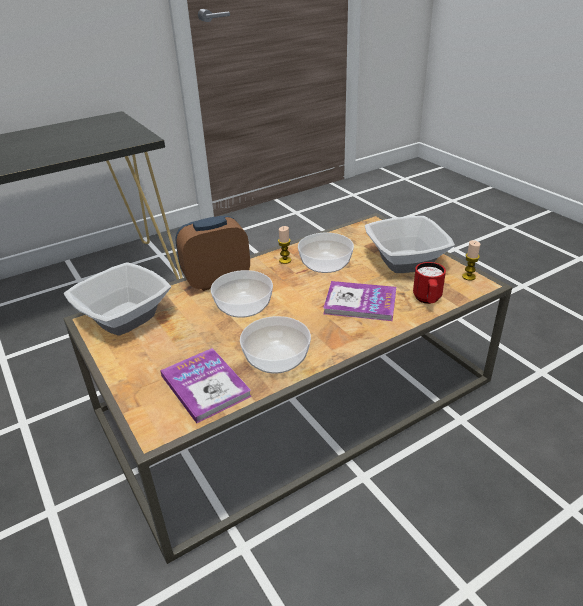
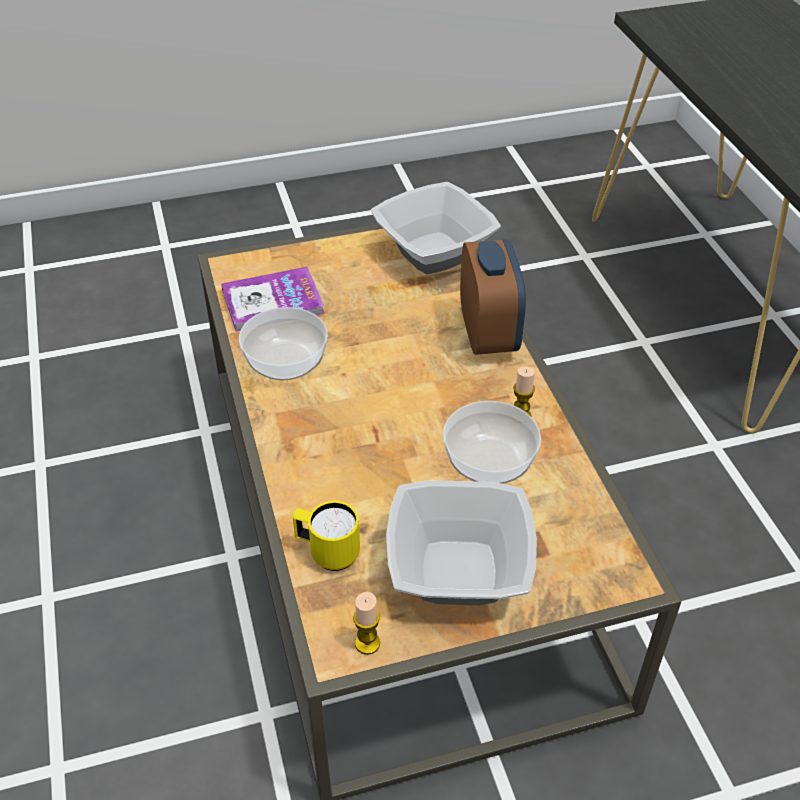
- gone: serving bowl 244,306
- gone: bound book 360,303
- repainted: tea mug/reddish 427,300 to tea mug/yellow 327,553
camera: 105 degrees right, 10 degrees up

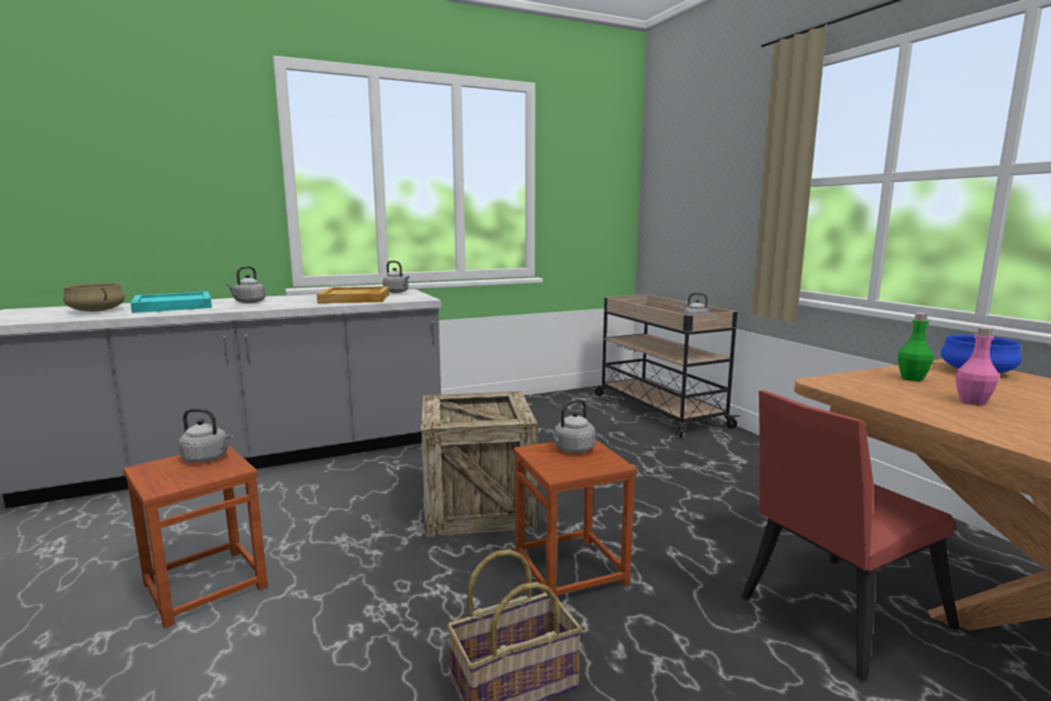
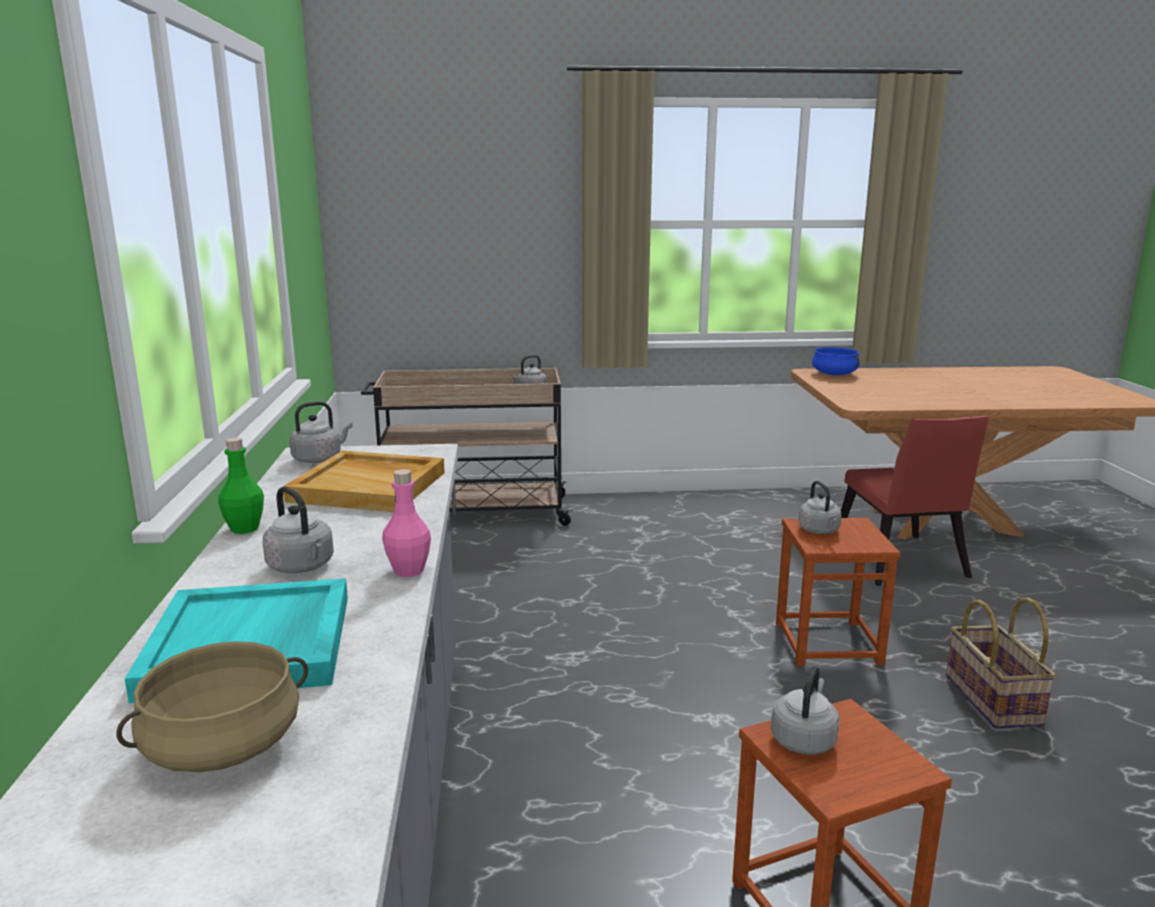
- gone: crate 478,506
- shifted: bottle/green 912,378 to 245,529
- shifted: bottle/pinkish 972,401 to 408,570
camera: 70 degrees left, 5 degrees up

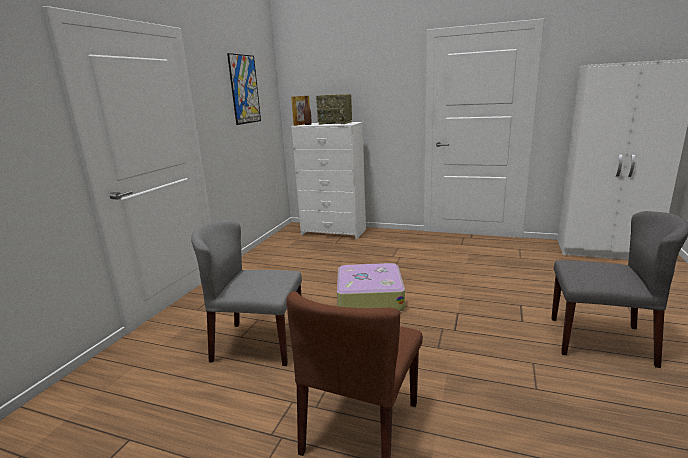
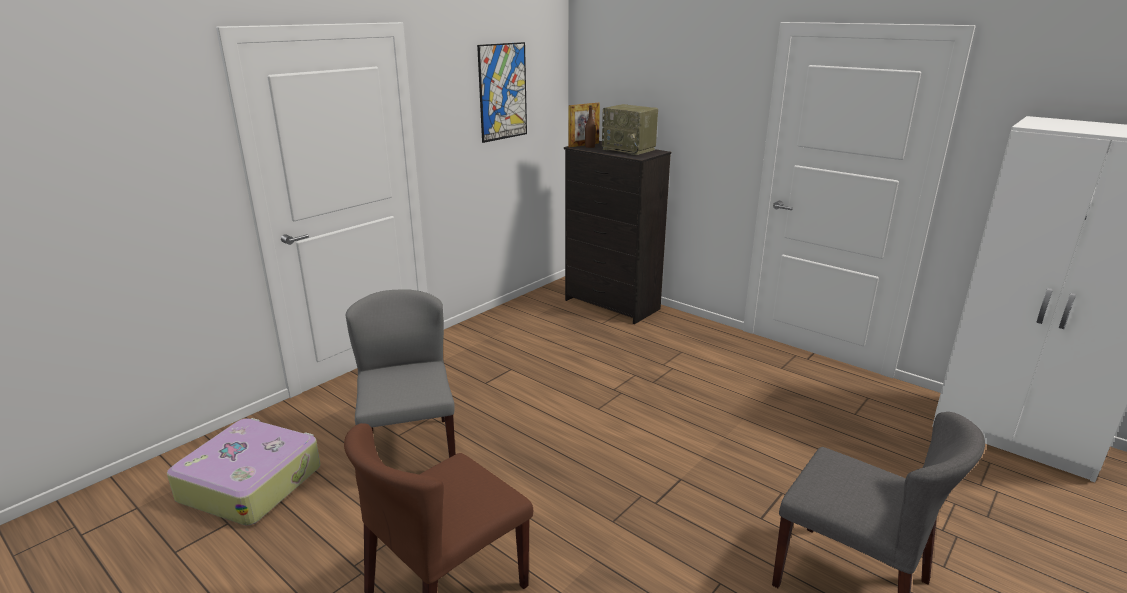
- shifted: travel case 369,297 to 251,482
- repainted: dresser/whitish 334,232 to dresser/black-coloured 612,305
- rotated: plain chair/gray 257,344 = 410,450 45 degrees clockwise
camera: 20 degrees right, 5 degrees up

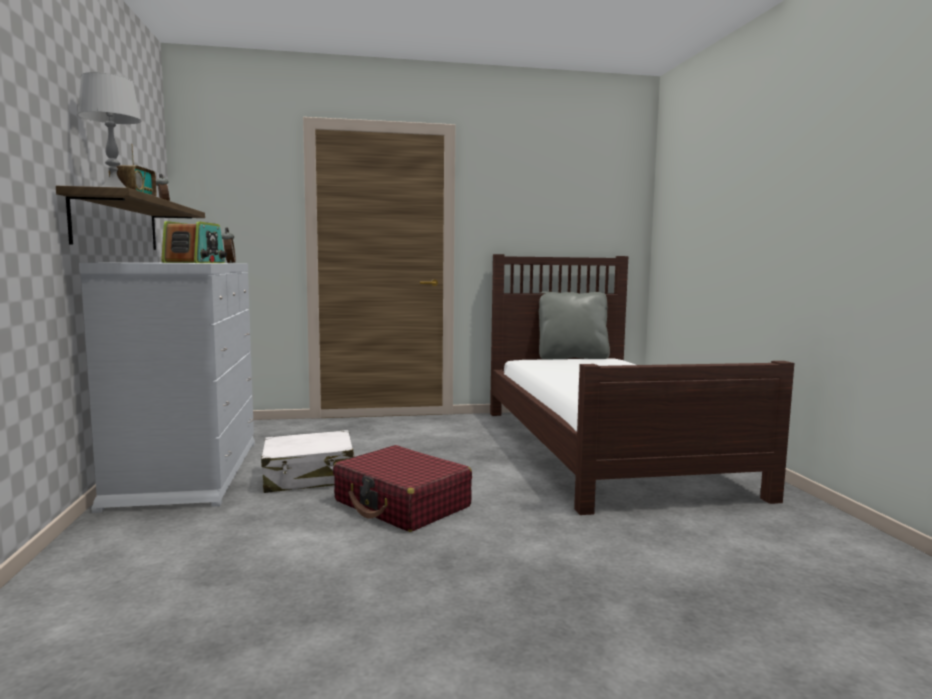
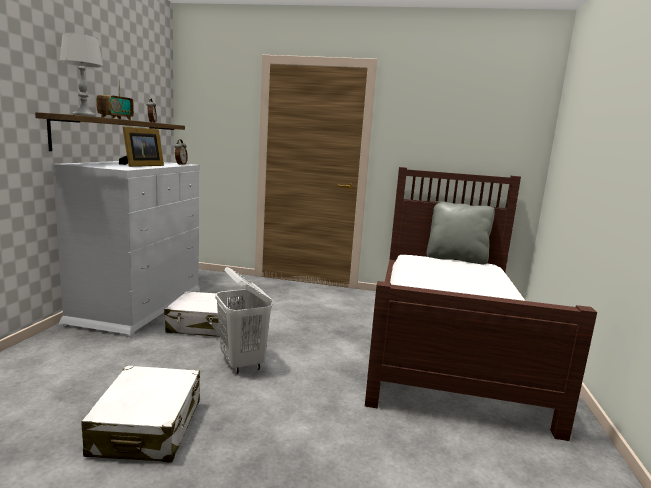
- new: travel case/whitish 148,427
- swapped: radio 195,263 to picture frame 141,165
- swapped: travel case/reddish 402,504 to hamper/whitish 242,363
camera: 20 degrees right, 5 degrees up

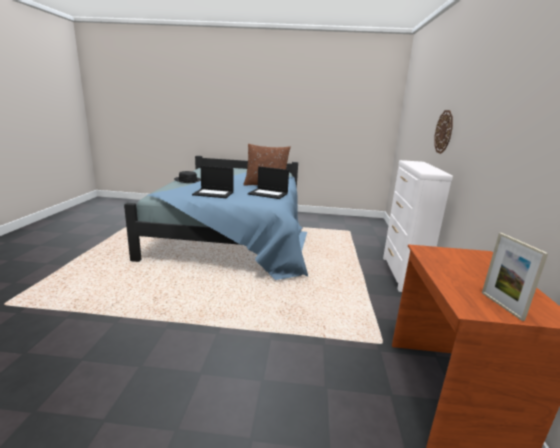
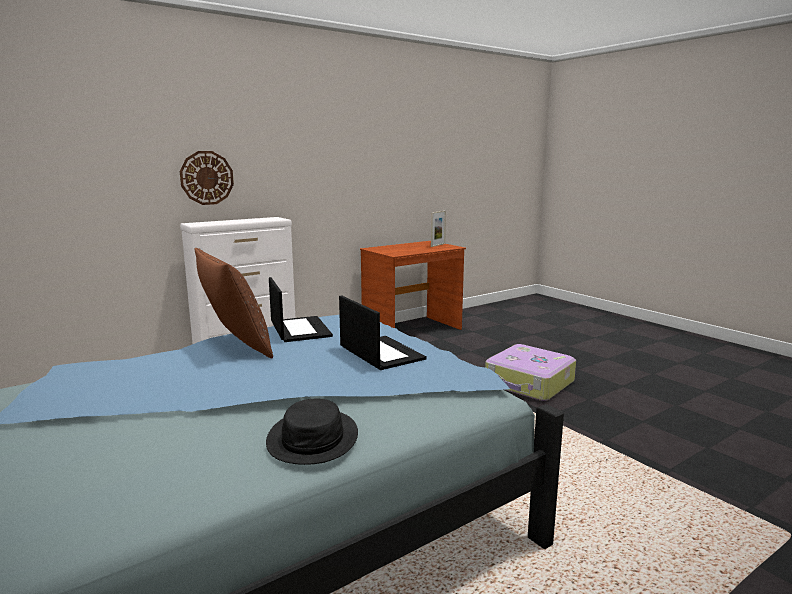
- new: travel case 529,383
camera: 130 degrees left, 5 degrees down

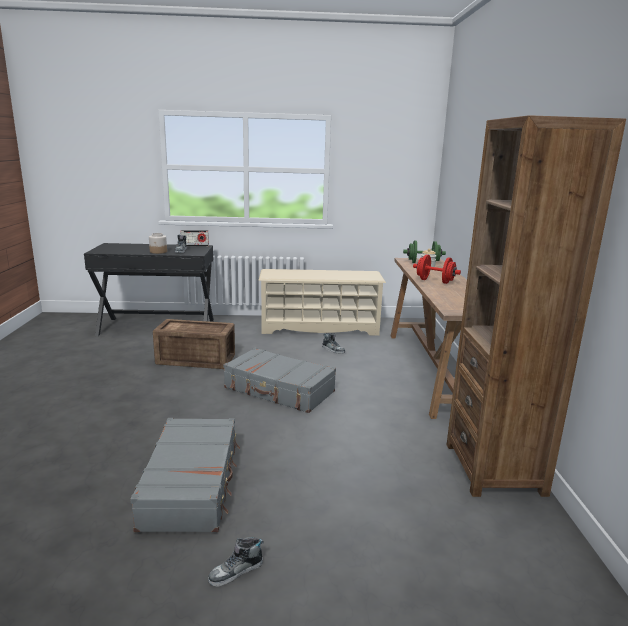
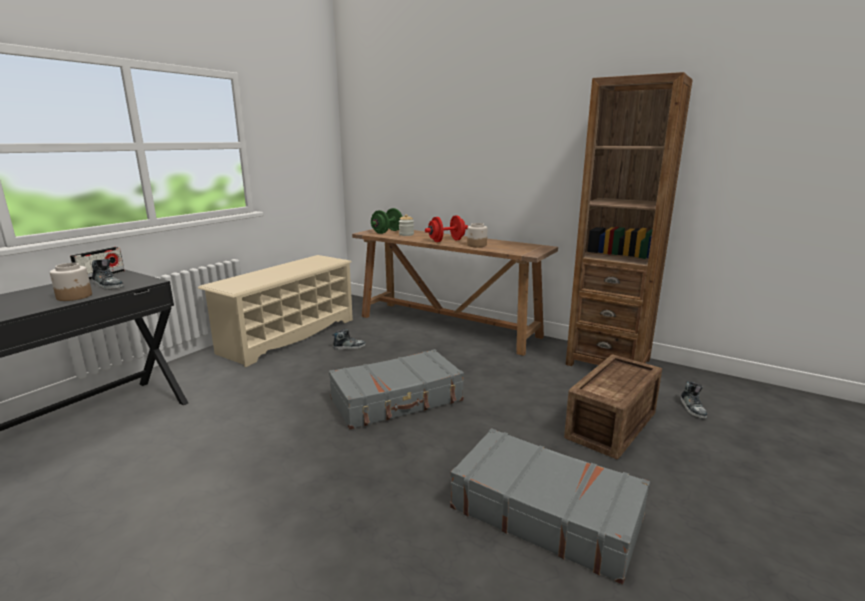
- new: storage jar 476,245
- shifted: crate 196,360 to 613,425
- shifted: item of footwear 236,572 to 692,408
camera: 55 degrees left, 0 degrees up

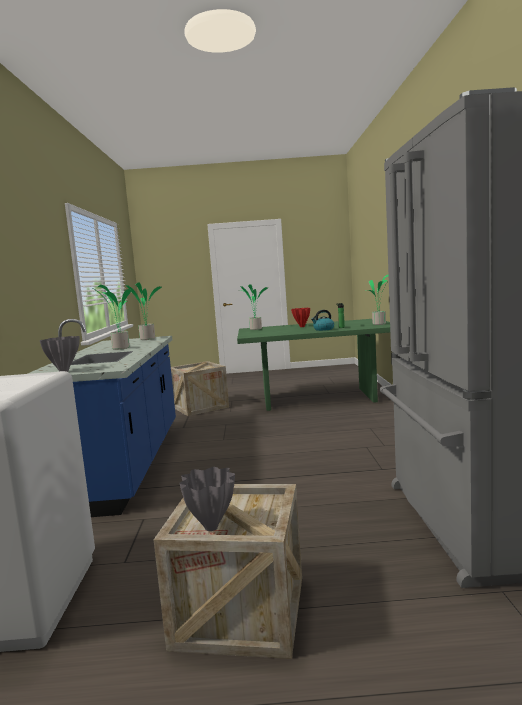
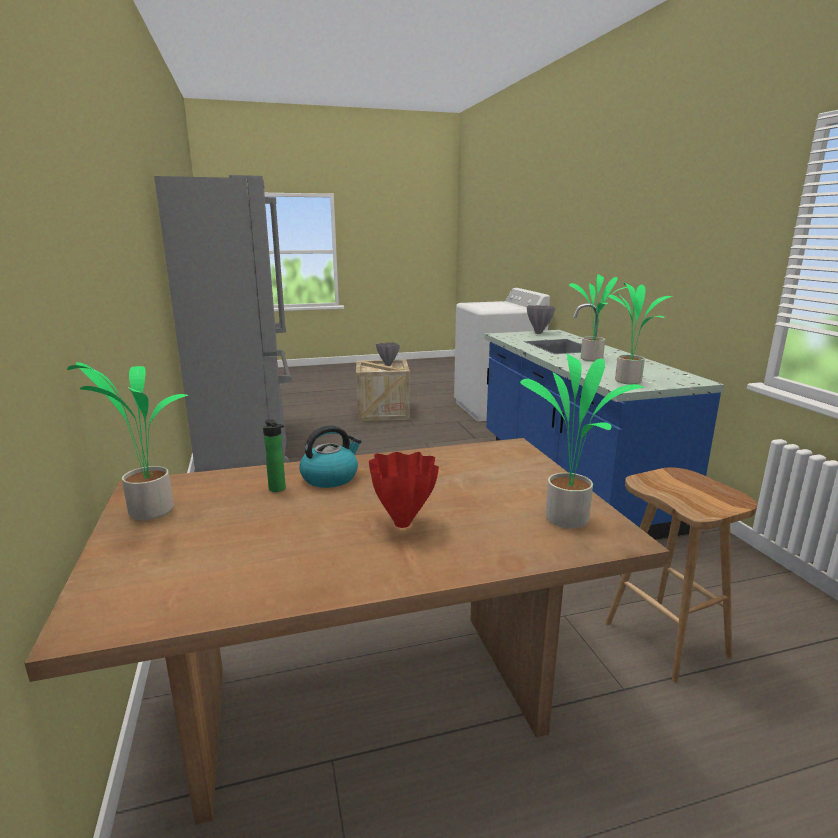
- swapped: crate 200,407 to stool seat/brown 668,640
- repainted: dining table/green 318,398 to dining table/brown 366,702
camera: 165 degrees right, 10 degrees up

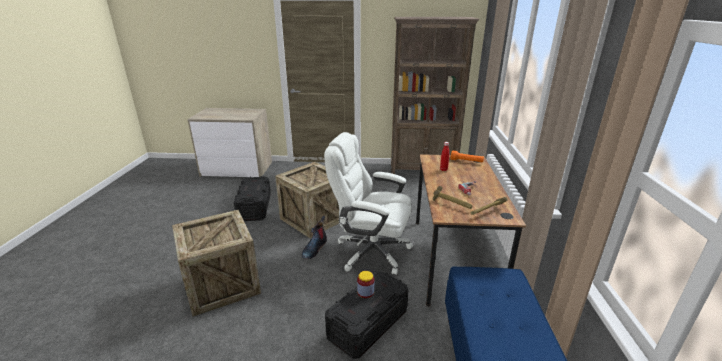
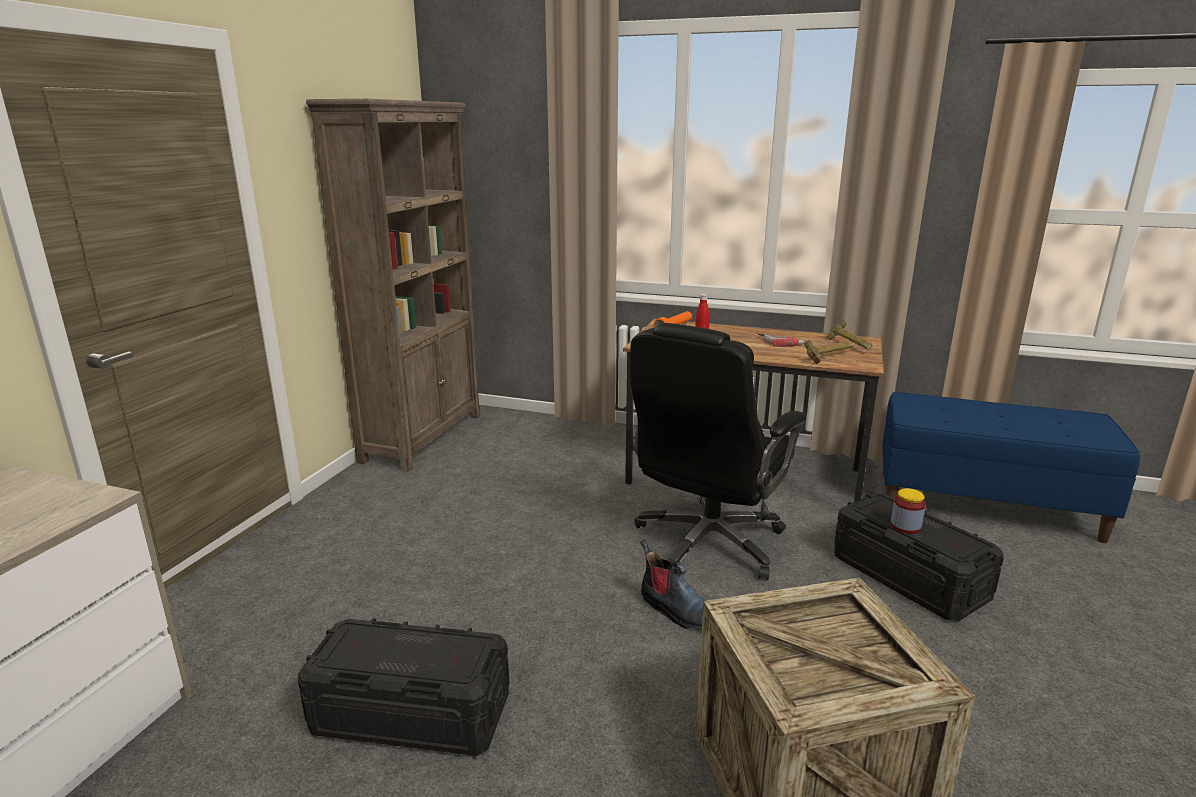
- gone: crate 313,218
- repainted: office chair/whitish 371,251 to office chair/black-coloured 707,543
camera: 75 degrees left, 5 degrees down

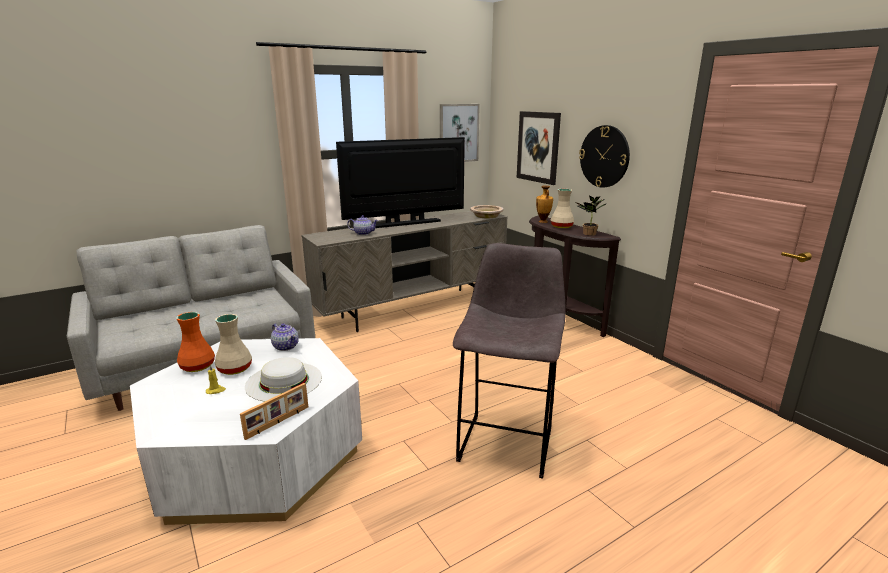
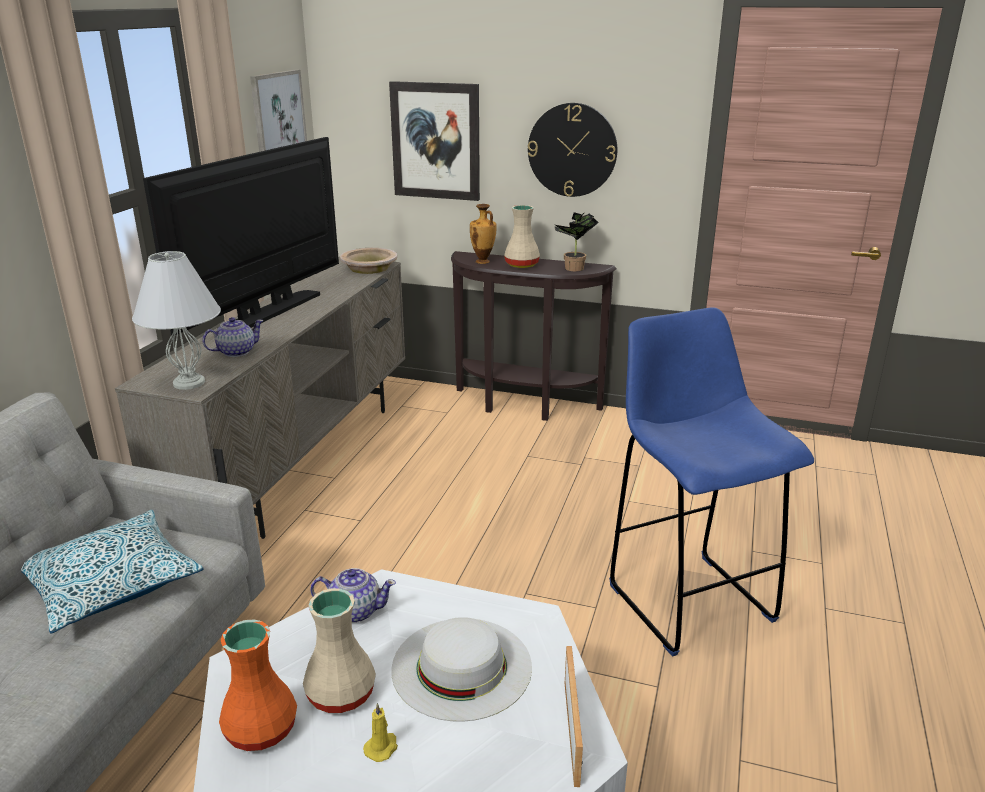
- new: cushion 112,583
- new: tabletop lamp/whitish 188,383
- repainted: stool seat/gray 506,442 to stool seat/blue 687,599
camera: 40 degrees left, 5 degrees up

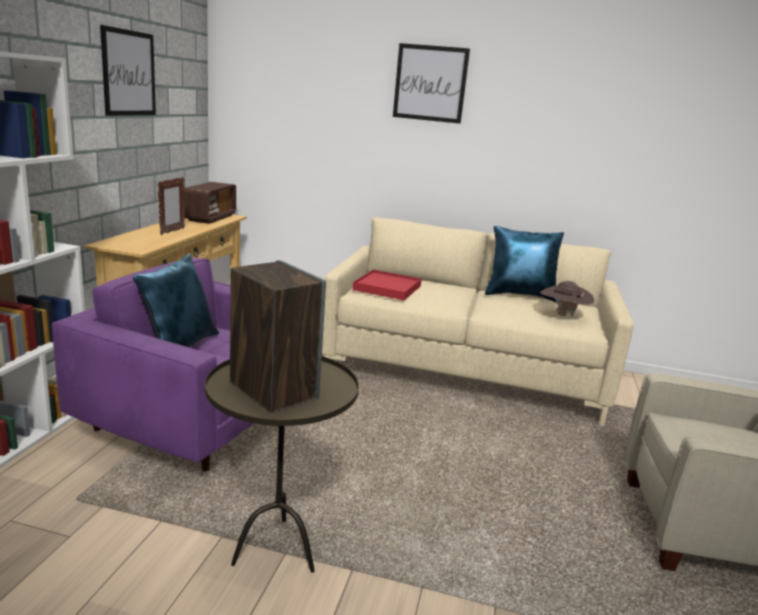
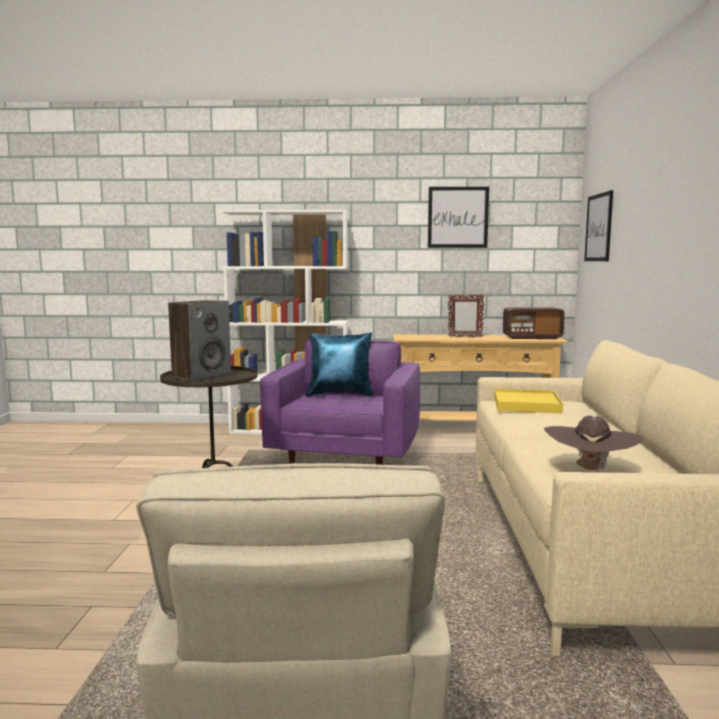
- gone: cushion/blue 520,295
- shifted: wall art 430,83 to 599,227
- repainted: carrying tray/reddish 387,288 to carrying tray/yellow 526,405
camera: 80 degrees right, 10 degrees down

